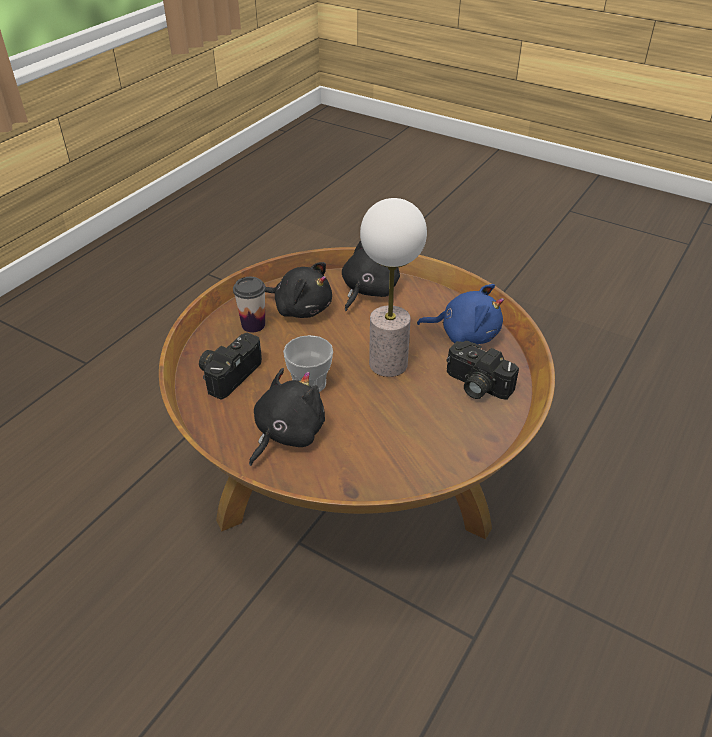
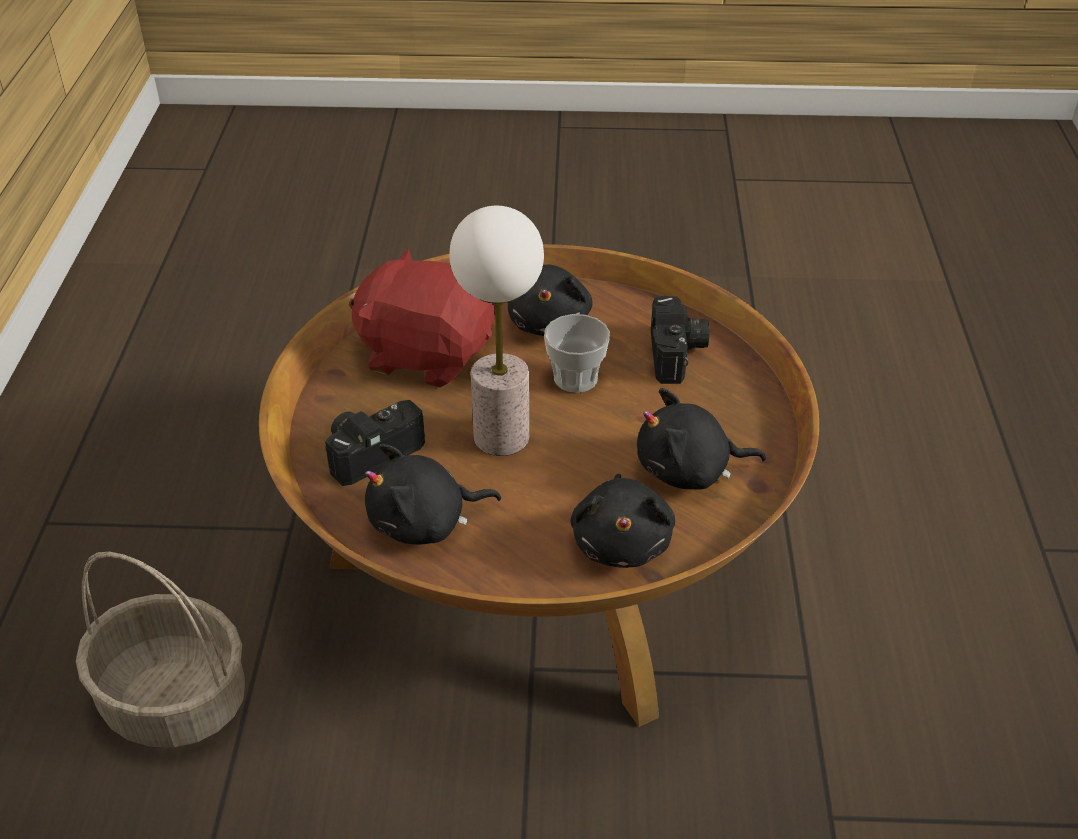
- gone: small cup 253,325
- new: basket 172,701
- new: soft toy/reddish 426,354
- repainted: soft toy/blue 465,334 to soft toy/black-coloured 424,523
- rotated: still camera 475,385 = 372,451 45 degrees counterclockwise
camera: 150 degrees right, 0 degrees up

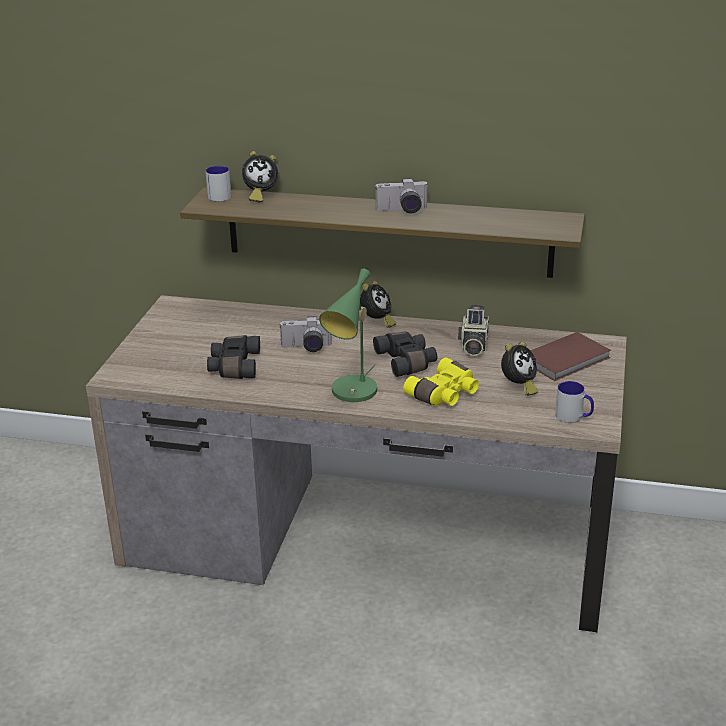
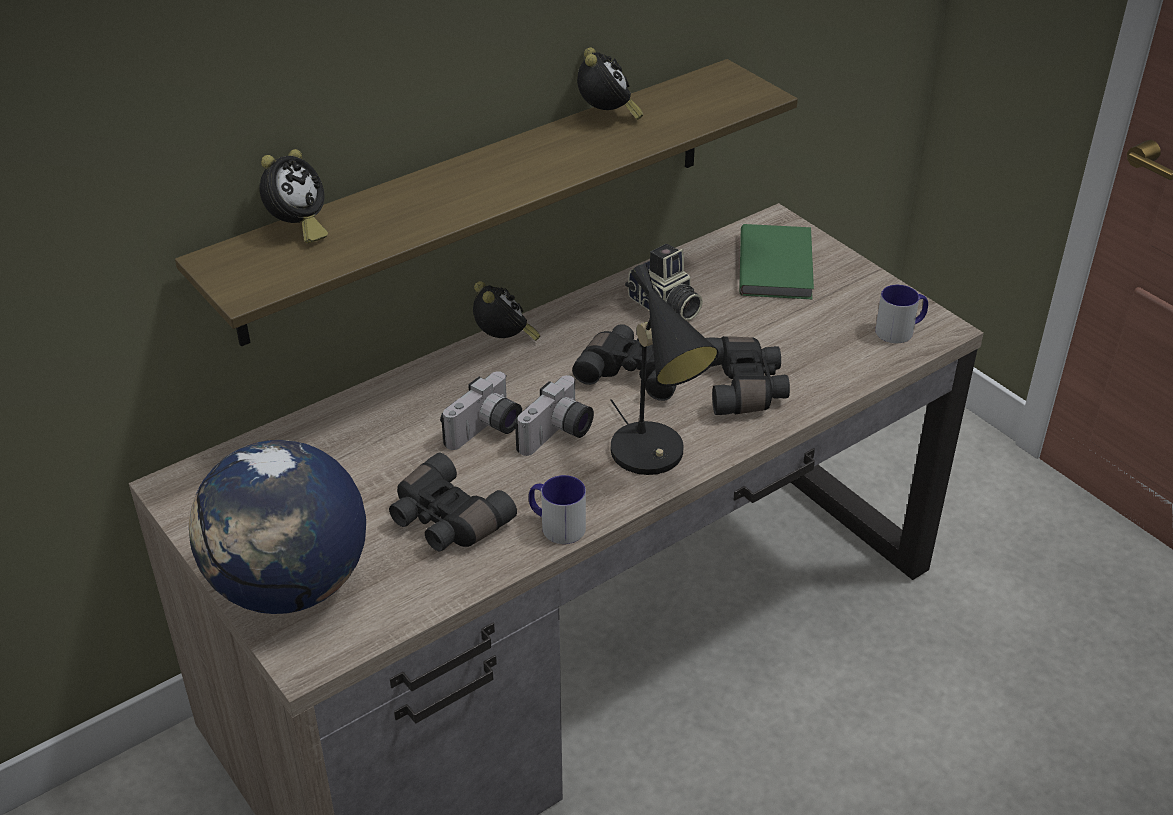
- new: desk globe 289,586
- shifted: tea mug 219,195 to 556,525
- shifted: still camera 402,211 to 558,435
- shifted: alarm clock 518,387 to 607,116
- repainted: tabletop lamp/green 352,394 to tabletop lamp/black-coloured 654,457
- repainted: pair of binoculars/yellow 445,394 to pair of binoculars/black-coloured 745,388
- repainted: bound book/brown 567,359 to bound book/green 778,265
camera: 50 degrees left, 10 degrees up

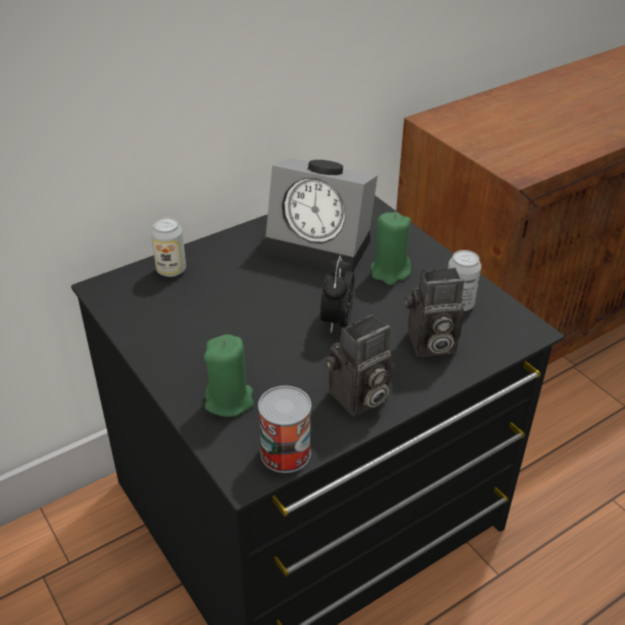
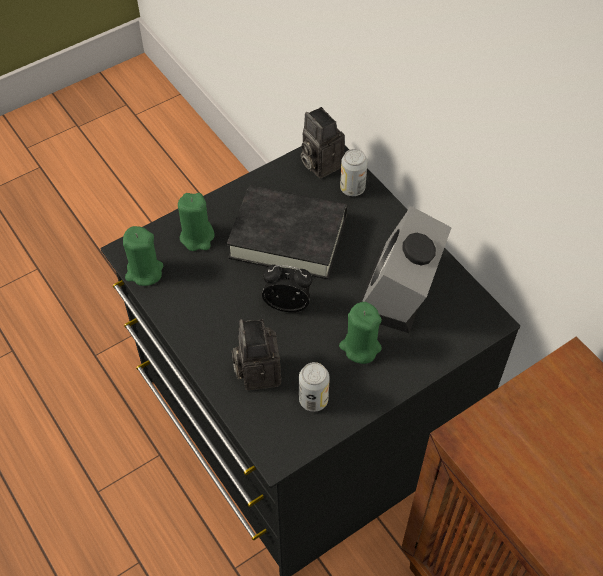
- new: bound book/black-coloured 288,237
- shifted: still camera 358,399 to 319,163
- swapped: metal can 285,453 to candle/green 144,272
camera: 90 degrees right, 15 degrees up

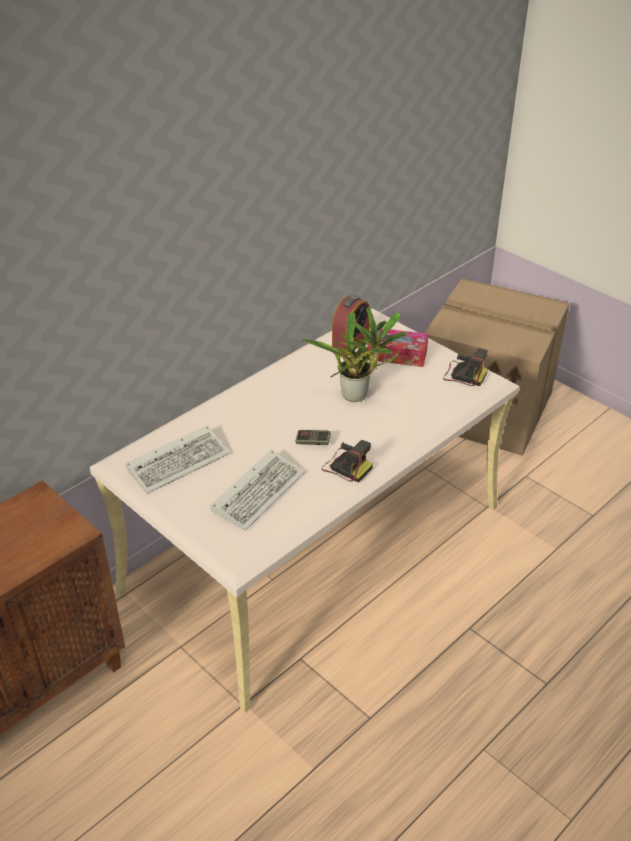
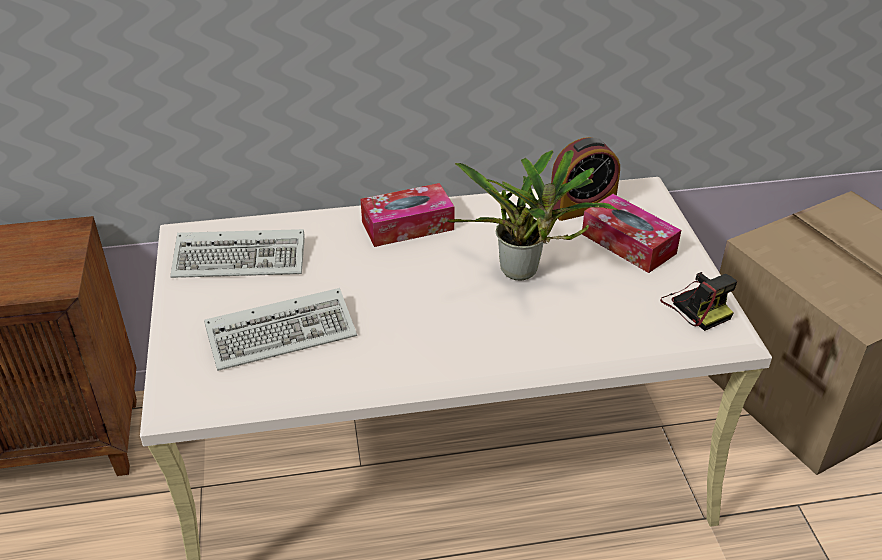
- gone: gamepad 313,442
- gone: still camera 346,467
- new: tissue box 407,226
camera: 35 degrees right, 0 degrees up

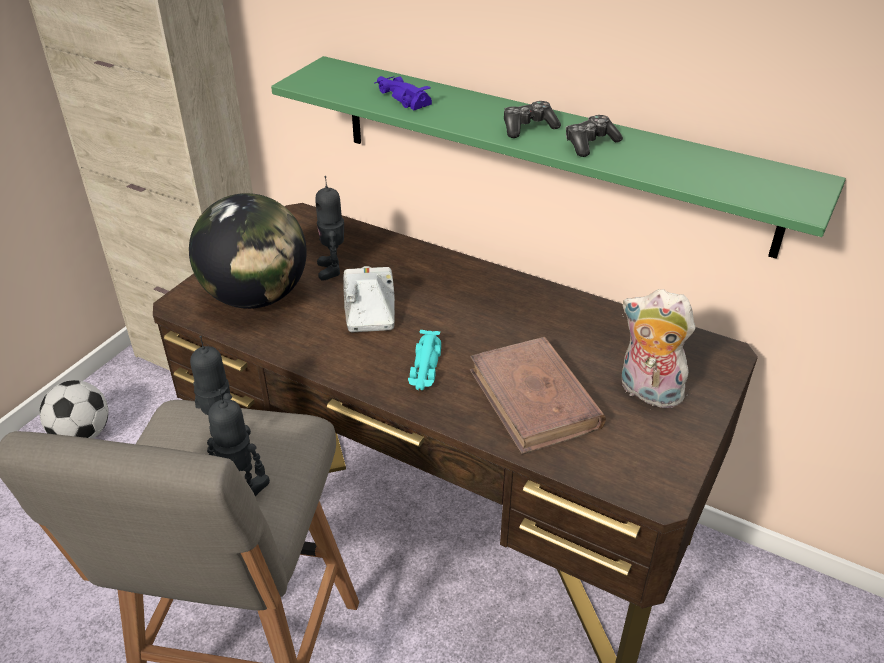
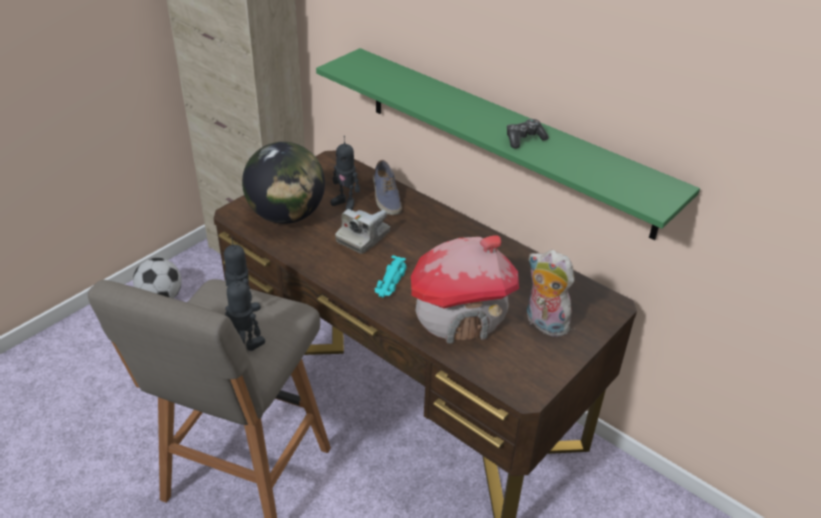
- gone: model car/purplish 400,97
- gone: gamepad 528,127
- new: item of footwear 385,198
- swapped: bound book/brown 534,399 to model house 460,316
- rotated: model robot 333,269 = 345,203 60 degrees counterclockwise
- rotated: still camera 370,312 = 363,237 150 degrees counterclockwise
camera: 10 degrees right, 0 degrees up

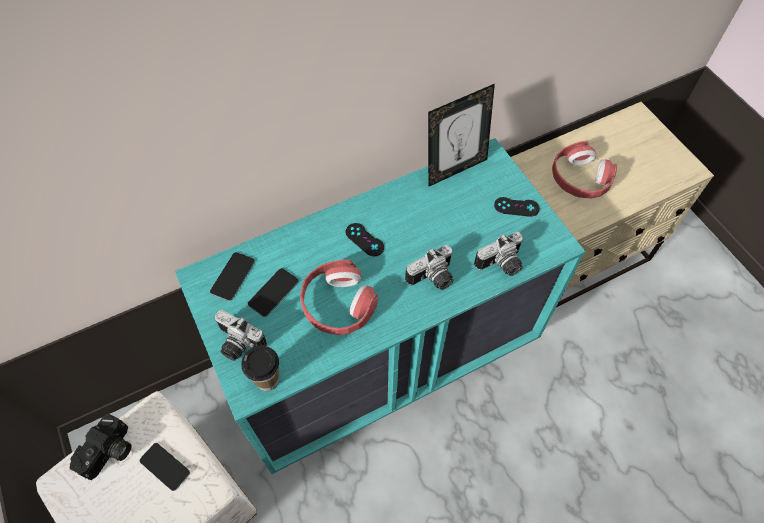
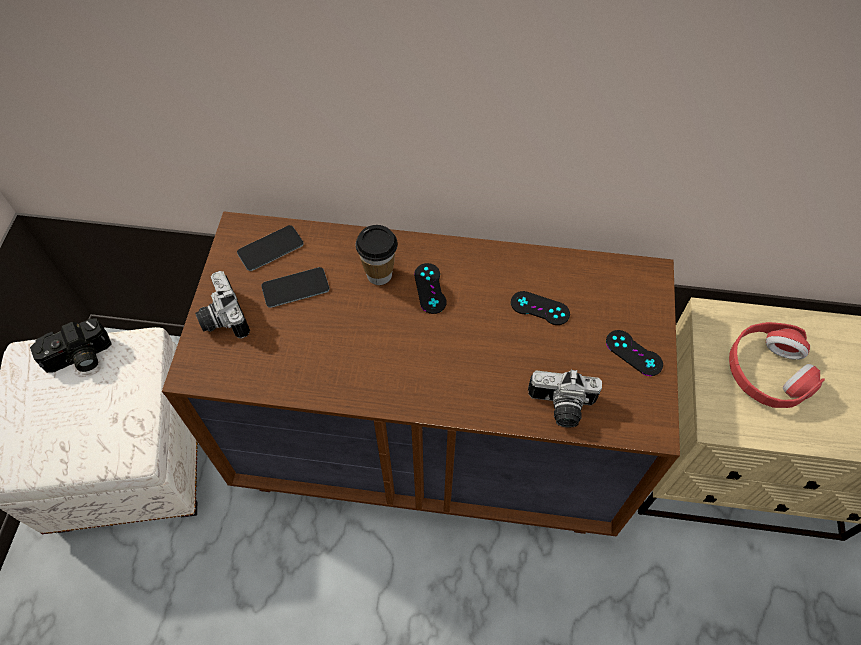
- gone: handset 165,466
- gone: headset/reddish 338,304
- gone: still camera 433,279
- gone: picture frame 455,169
- new: gamepad/black-coloured 540,308
- shifted: small cup 267,380 to 379,274
- repainted: dresser/turquoise-coloured 383,359 to dresser/brown 432,447
camera: 35 degrees right, 0 degrees up

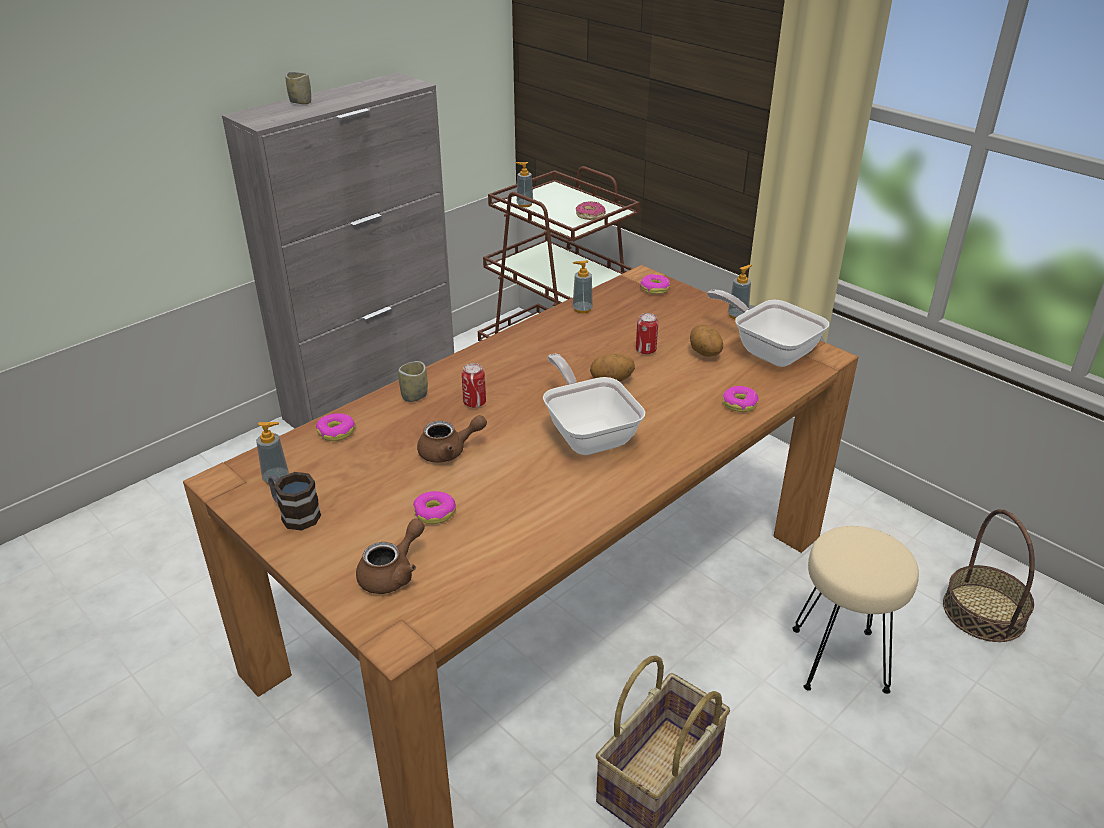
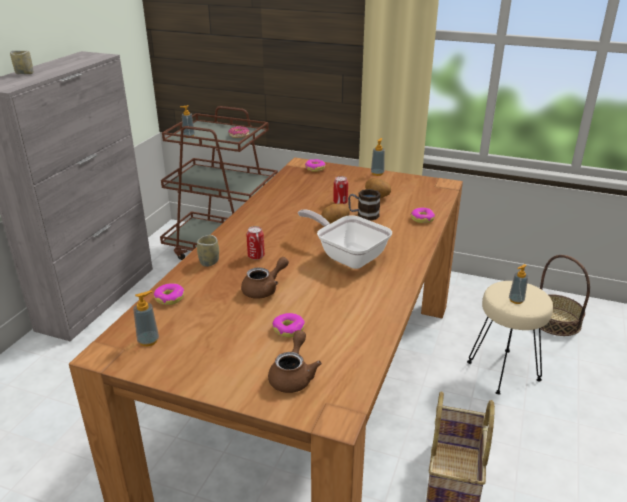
- gone: pan 769,350
- shifted: tea mug 295,514 to 363,215
- shifted: soap bottle 582,309 to 516,300
camera: 25 degrees left, 5 degrees down

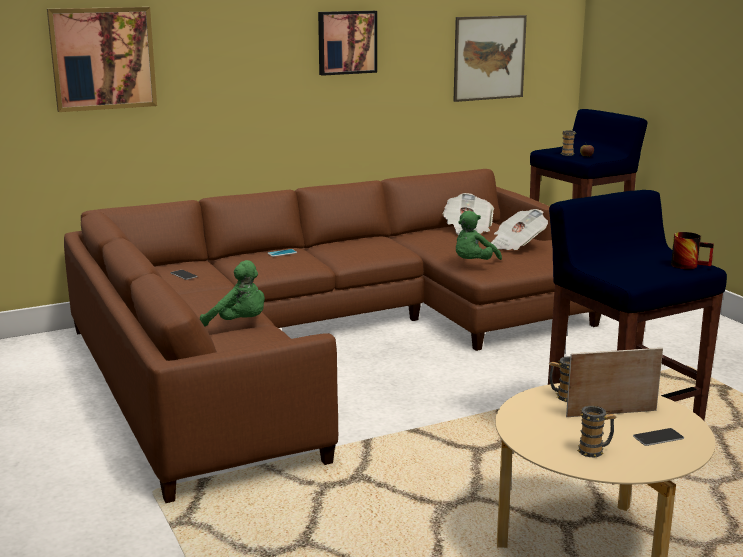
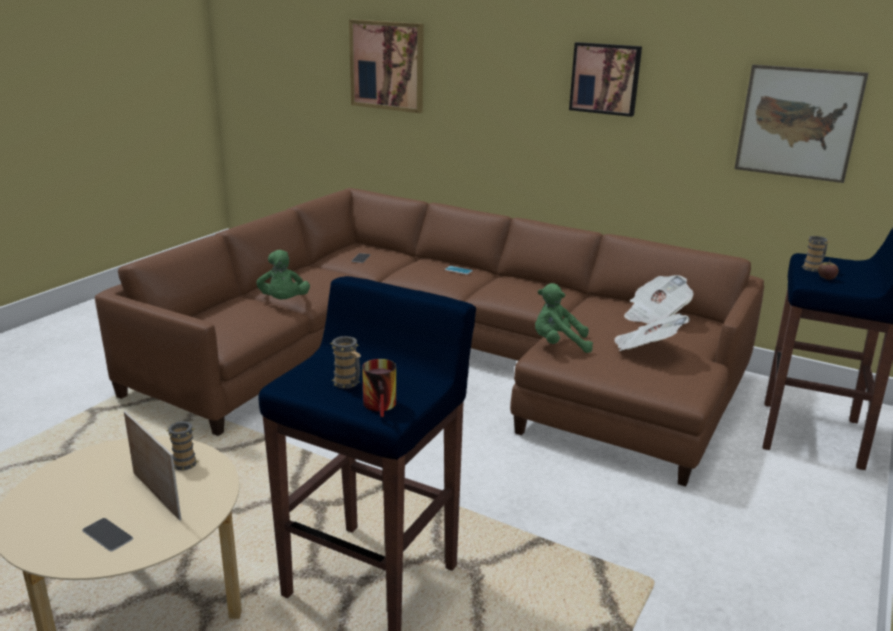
- shifted: tea mug 595,451 to 348,384
camera: 55 degrees right, 5 degrees up

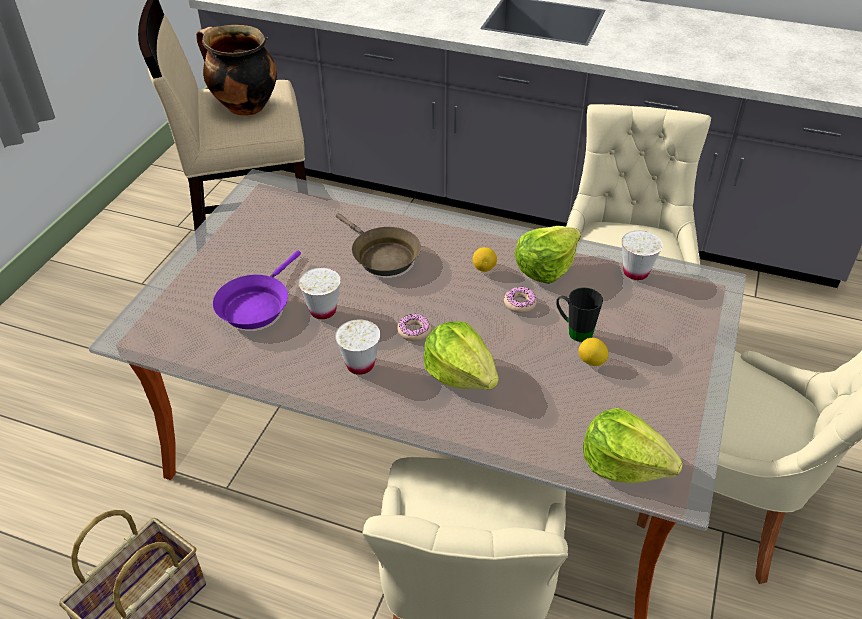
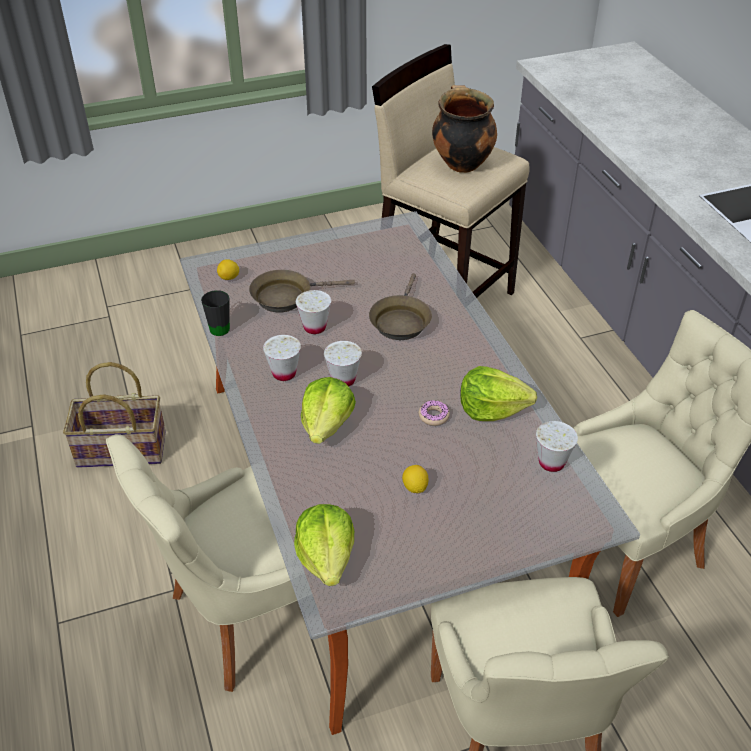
- shifted: whole lemon 484,268 to 229,278
- shifted: tea mug/black-coloured 574,331 to 219,326
- swapped: donut 414,331 to small cup/whitish 343,379
- repainted: pan/purplish 256,305 to pan/brown 286,296
camera: 50 degrees right, 0 degrees up

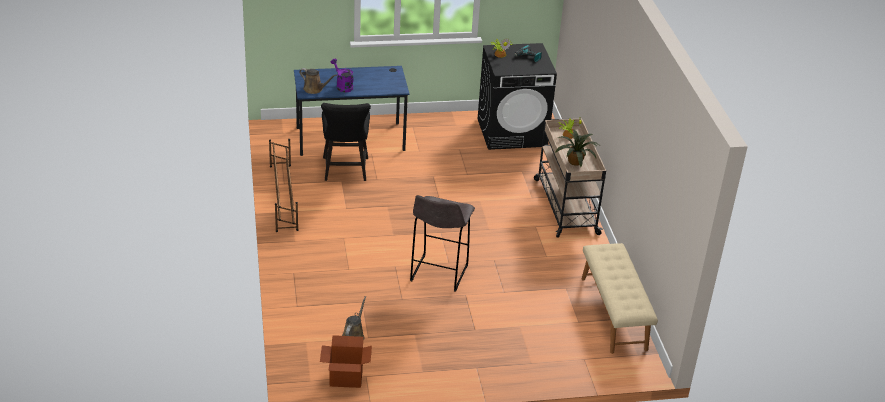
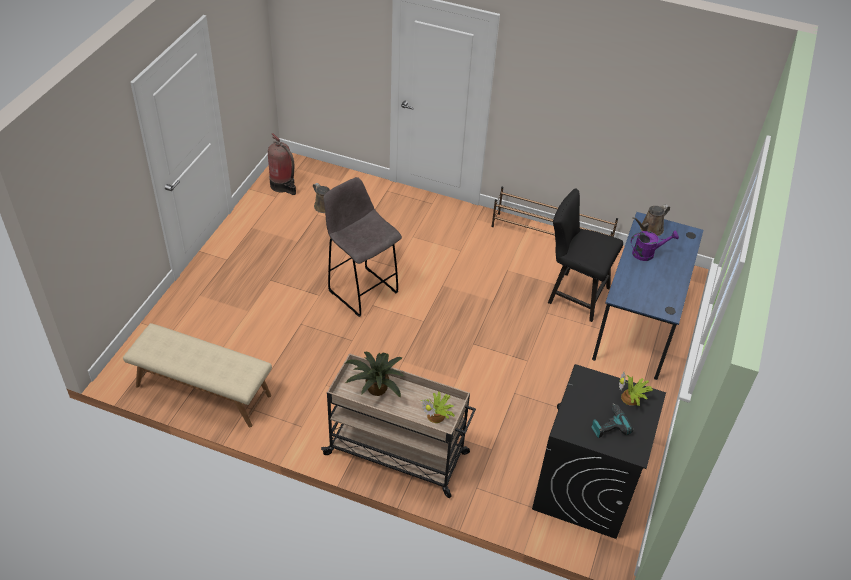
- swapped: carton 345,378 to fire-fighting cylinder 283,186
camera: 120 degrees right, 10 degrees up

